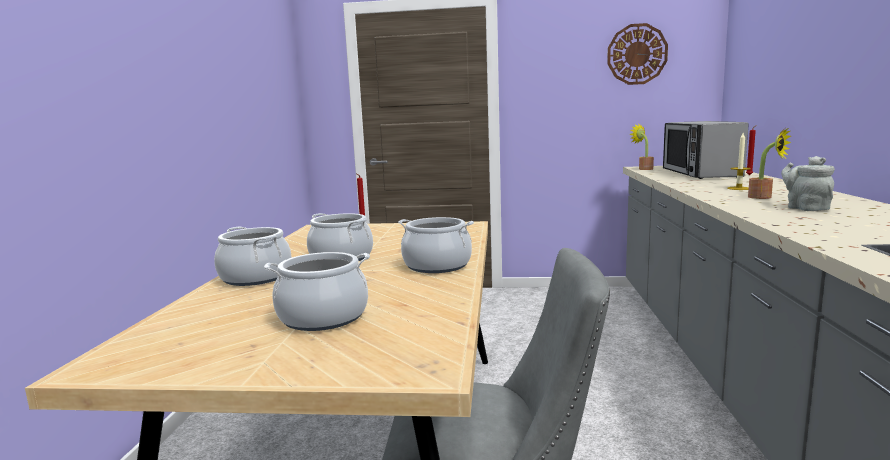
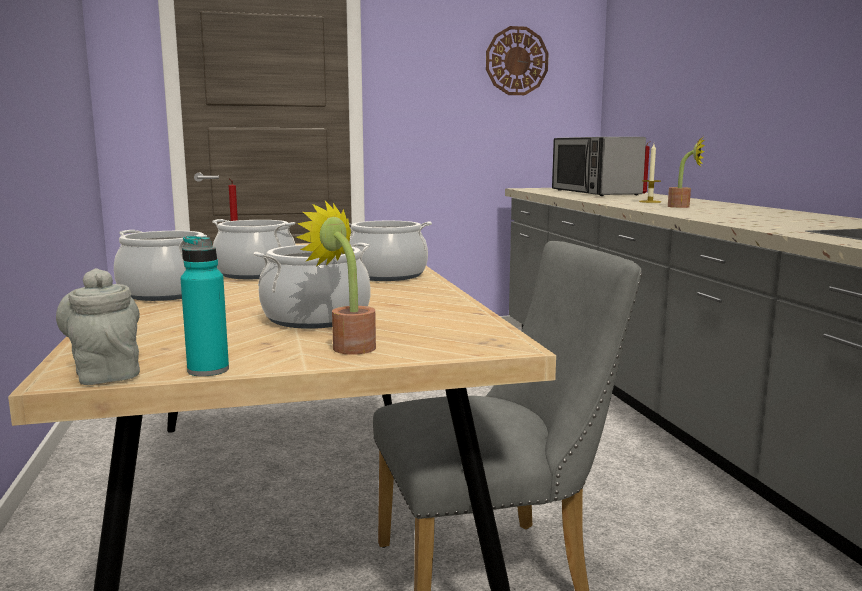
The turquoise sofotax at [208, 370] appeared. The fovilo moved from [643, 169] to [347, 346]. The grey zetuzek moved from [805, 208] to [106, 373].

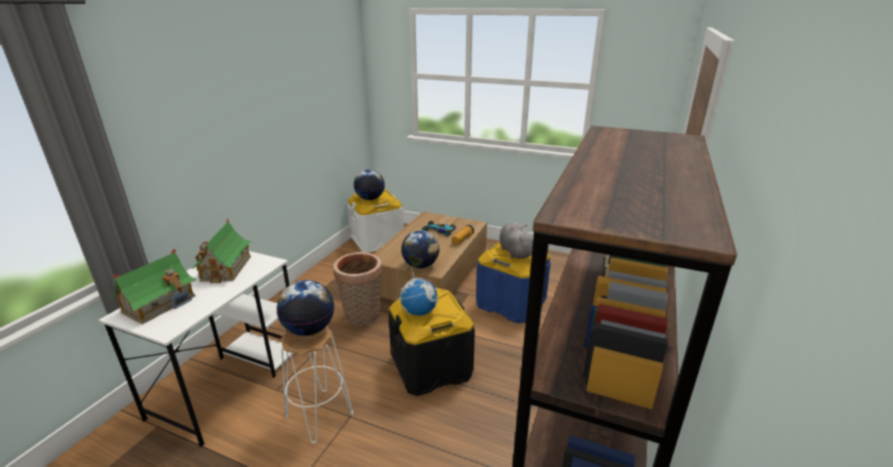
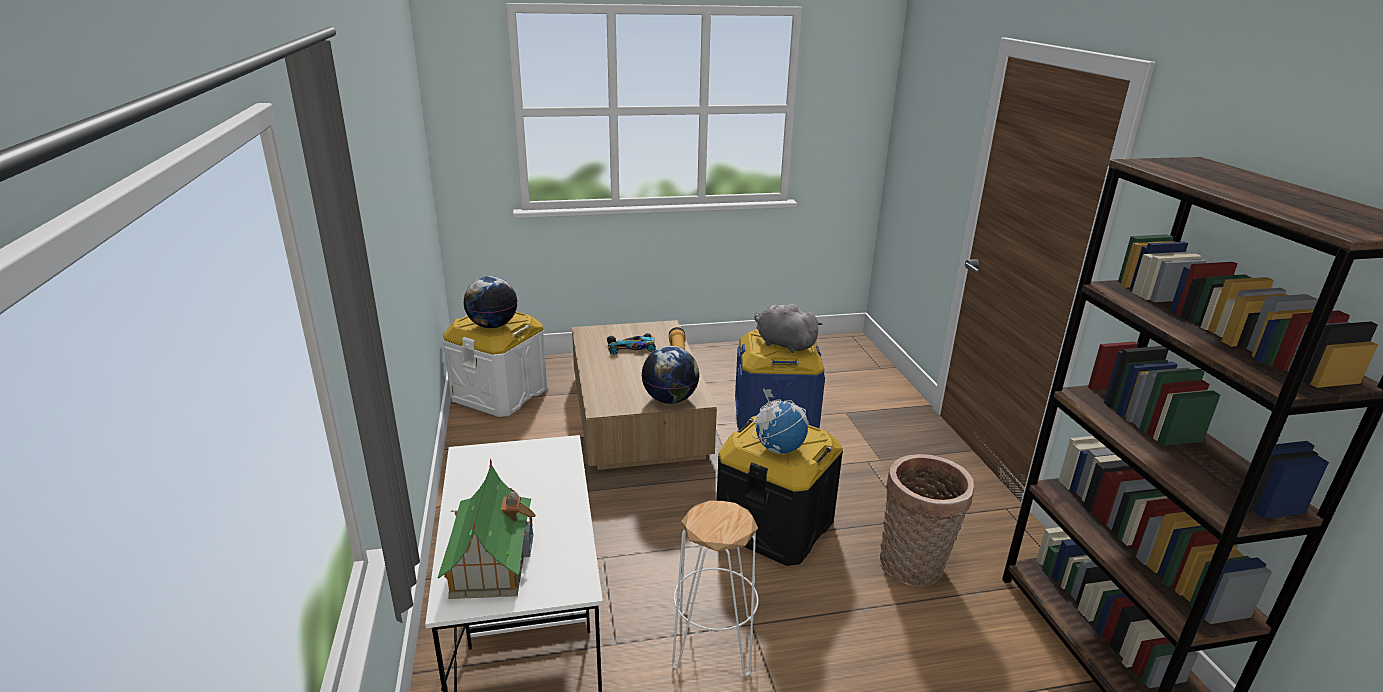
The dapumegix at [226, 268] disappeared. The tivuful at [309, 329] disappeared. The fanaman moved from [362, 317] to [914, 567].

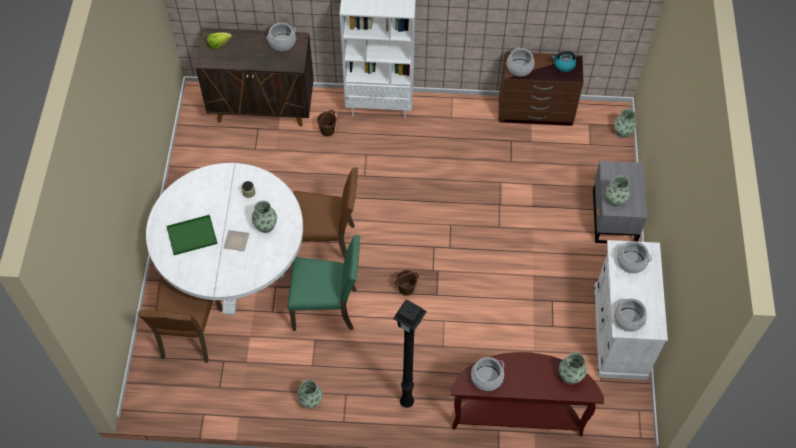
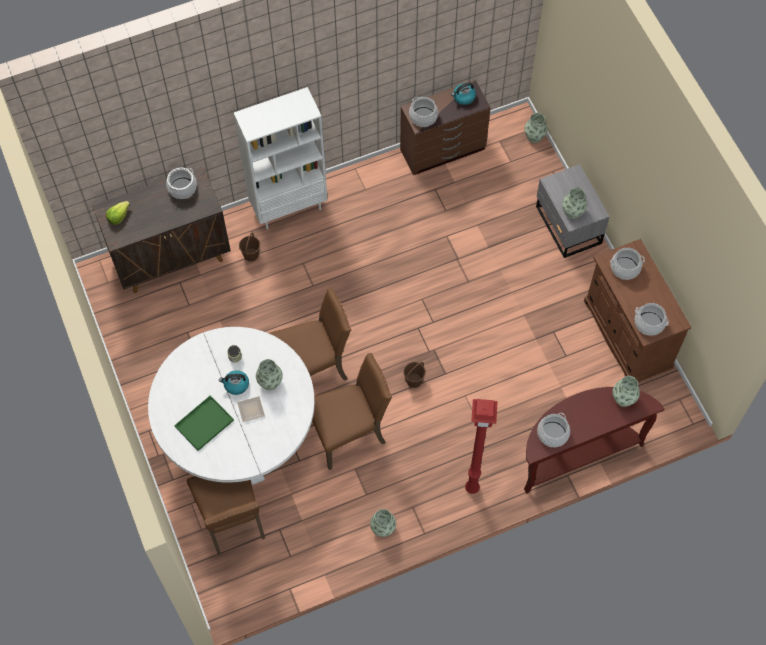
The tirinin at [236, 385] appeared. The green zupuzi at [327, 307] became the brown zupuzi at [349, 433]. The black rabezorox at [407, 403] became the red rabezorox at [473, 489]. The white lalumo at [619, 332] became the brown lalumo at [627, 334].

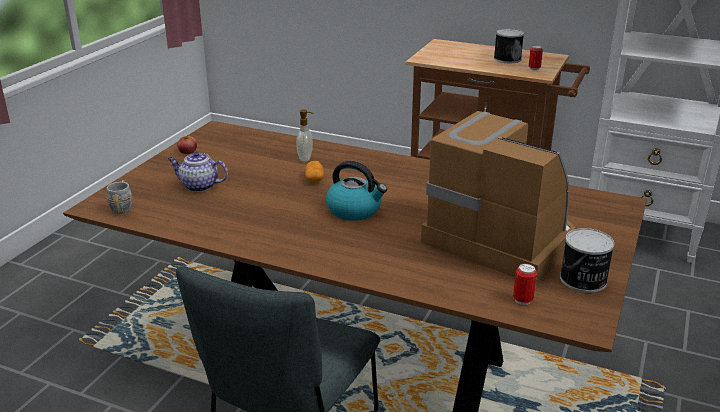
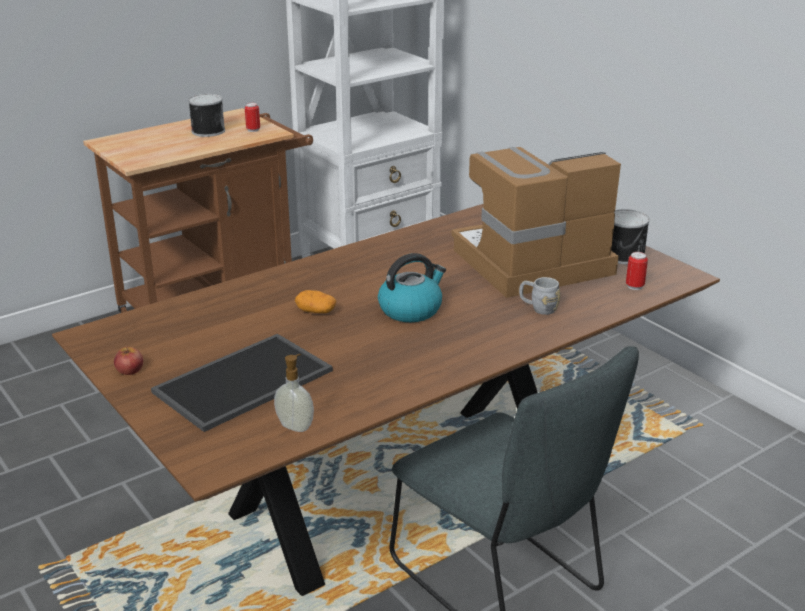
The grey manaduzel moved from [123, 207] to [538, 308]. The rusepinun moved from [306, 158] to [296, 426]. The zetuzek at [198, 186] was replaced by the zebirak at [243, 383].

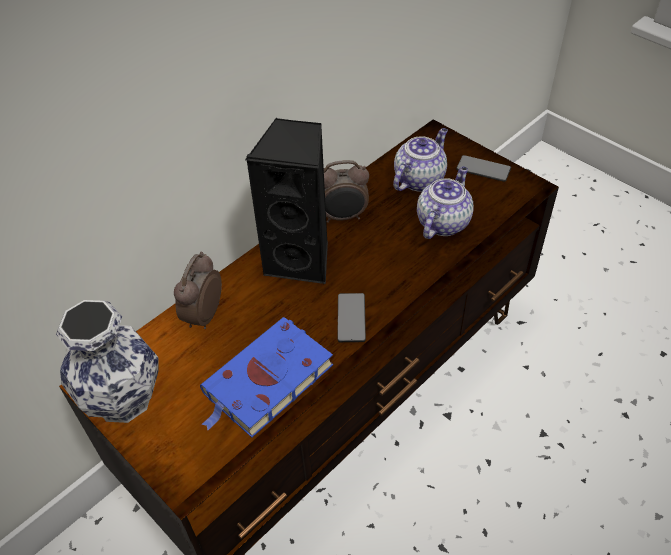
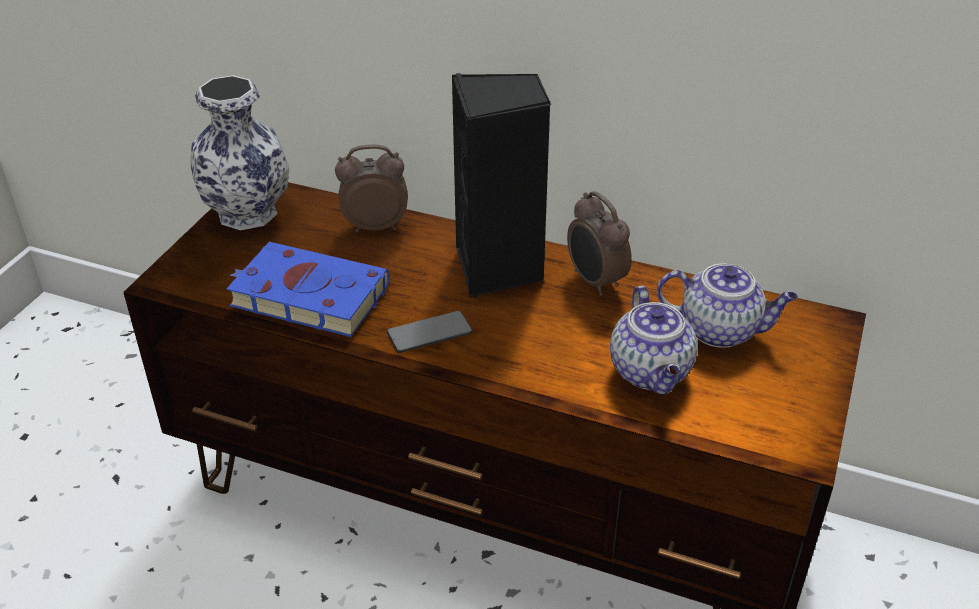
The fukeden at [483, 169] disappeared. The zetuzek at [443, 222] turned 75 degrees clockwise.

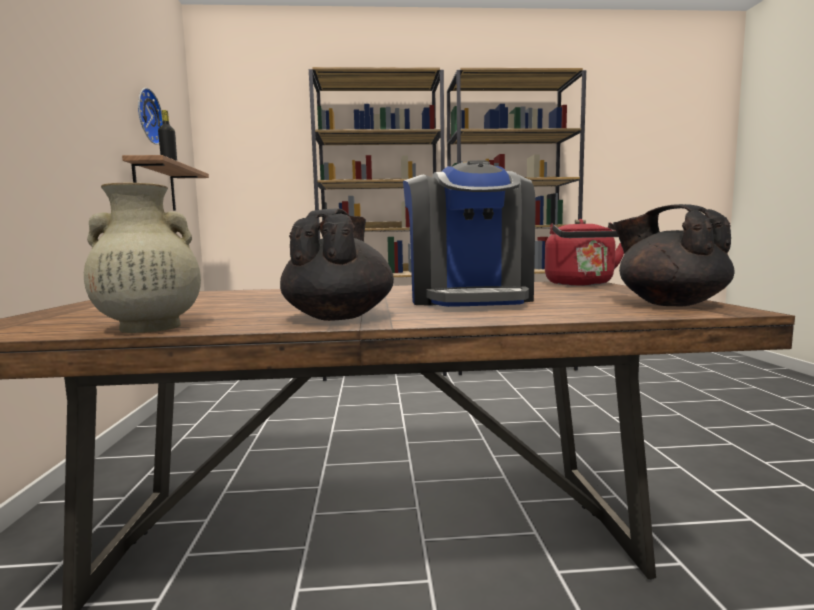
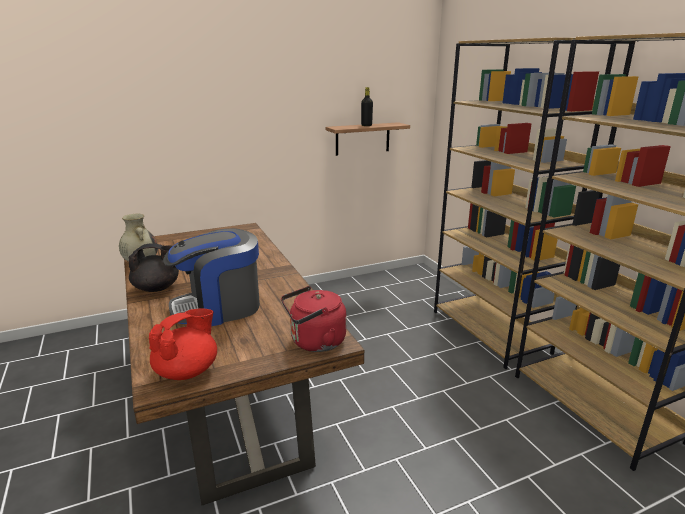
The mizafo at [147, 116] disappeared. The black zetuzek at [669, 303] became the red zetuzek at [188, 371].

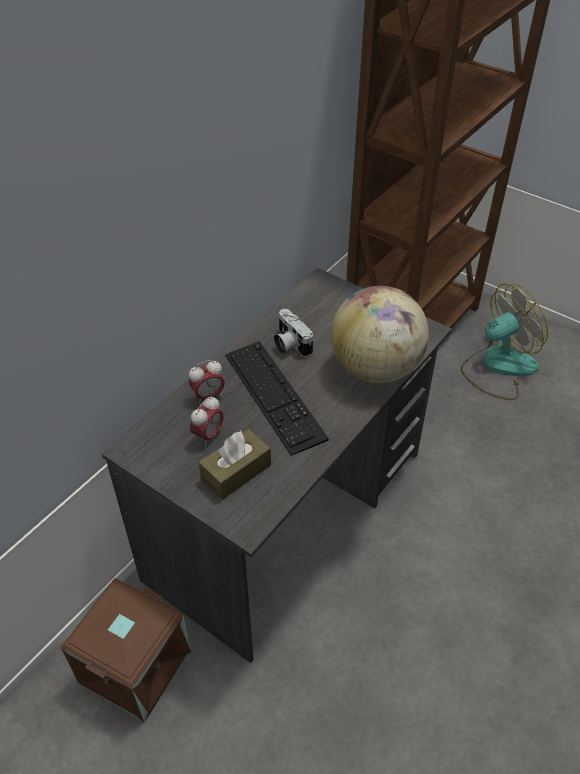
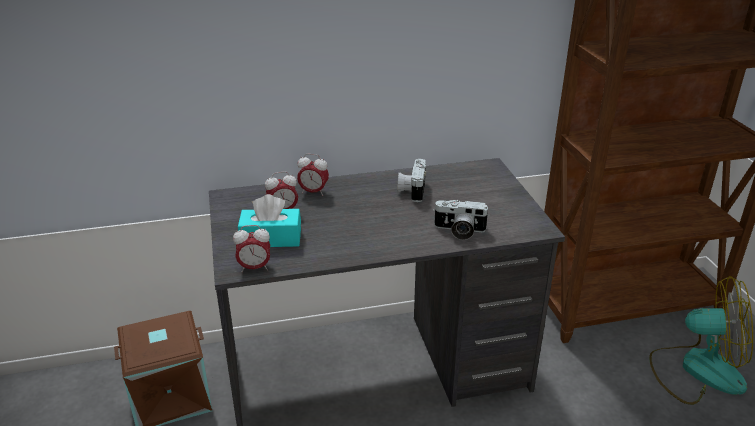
The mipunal at [274, 395] disappeared. The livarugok at [254, 268] appeared. The tivuful at [375, 368] was replaced by the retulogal at [459, 231]. The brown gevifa at [236, 472] became the turquoise gevifa at [271, 238].

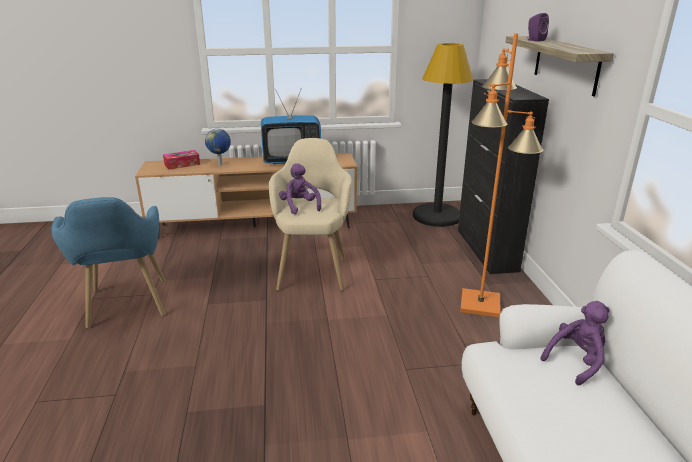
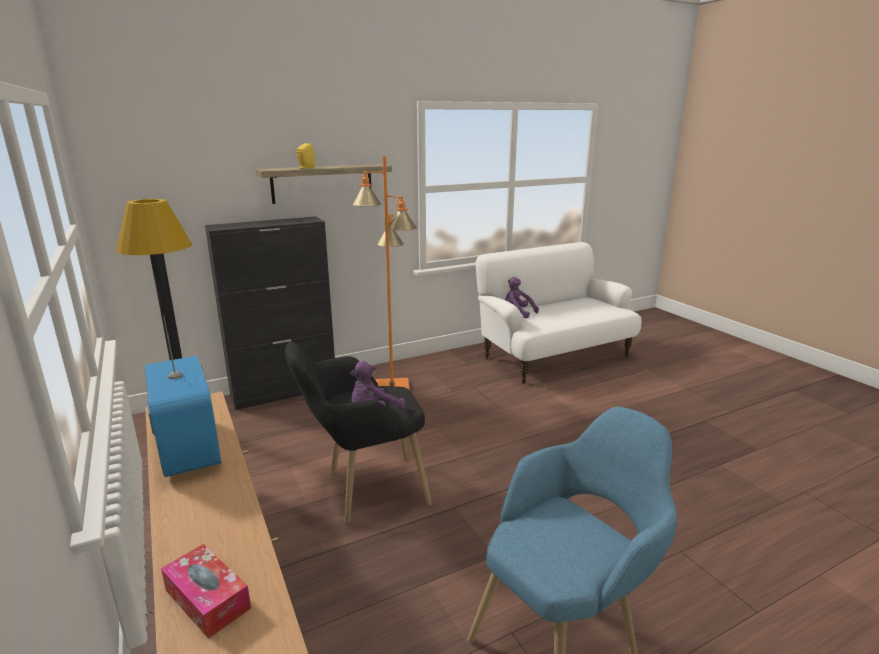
The tivuful at [220, 164] disappeared. The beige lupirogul at [313, 268] became the black lupirogul at [363, 491]. The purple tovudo at [534, 40] became the yellow tovudo at [305, 168].

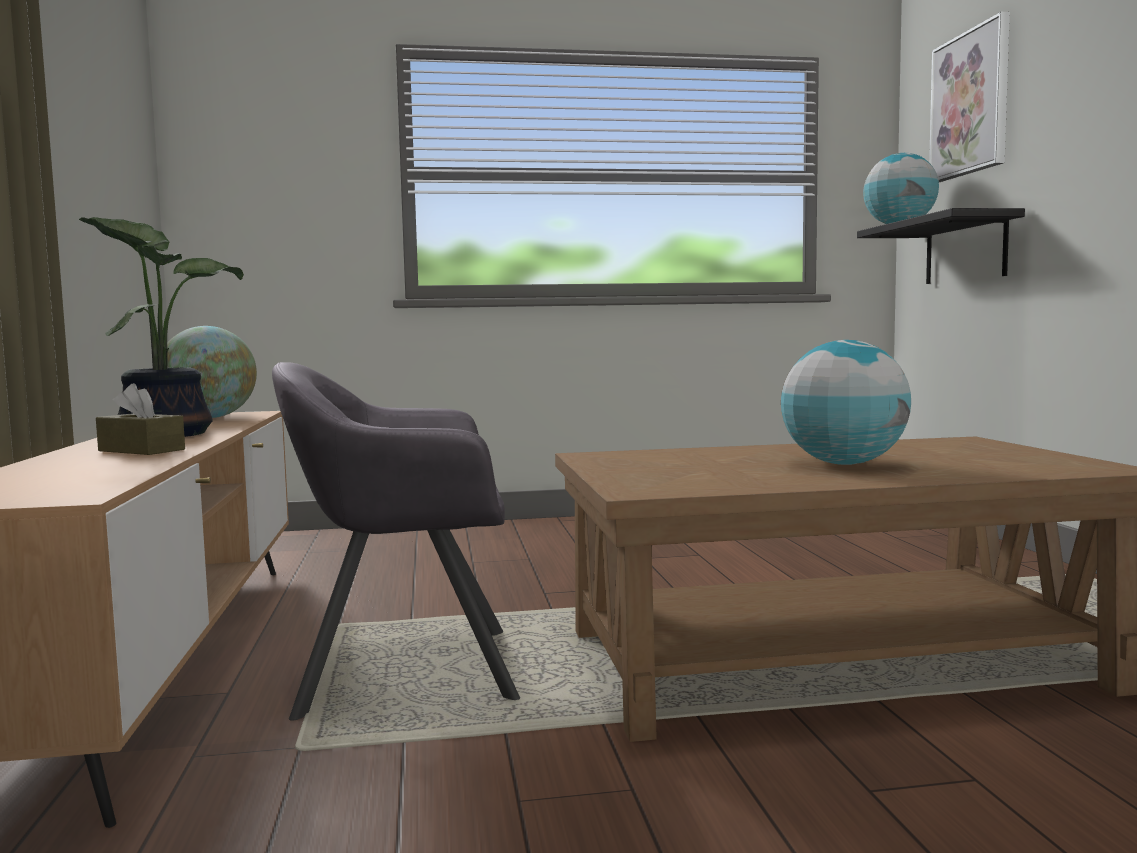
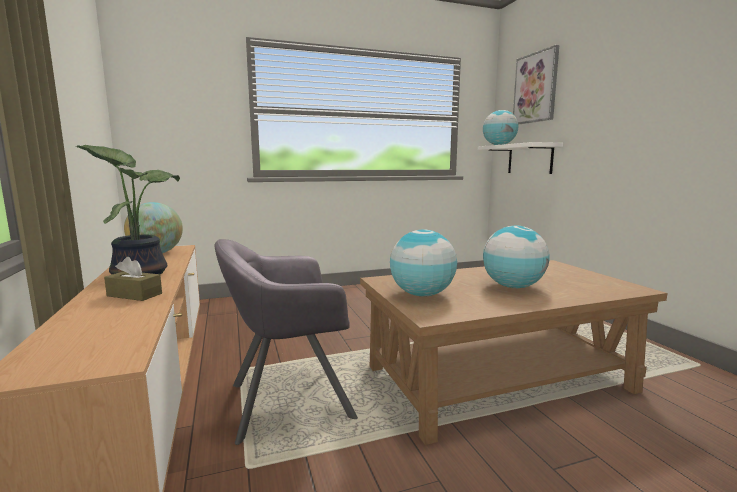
The tivuful at [422, 295] appeared. The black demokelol at [965, 250] became the white demokelol at [530, 159].

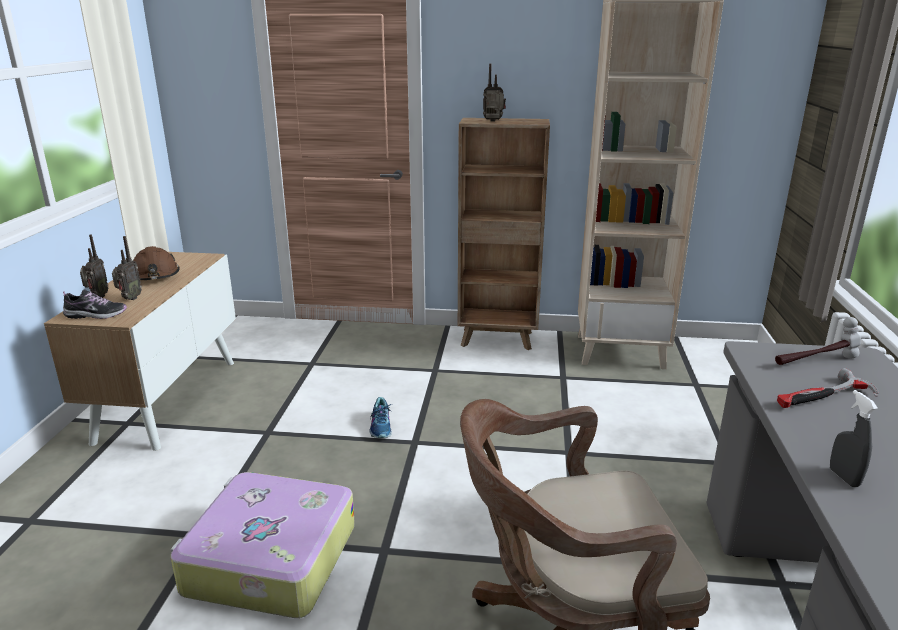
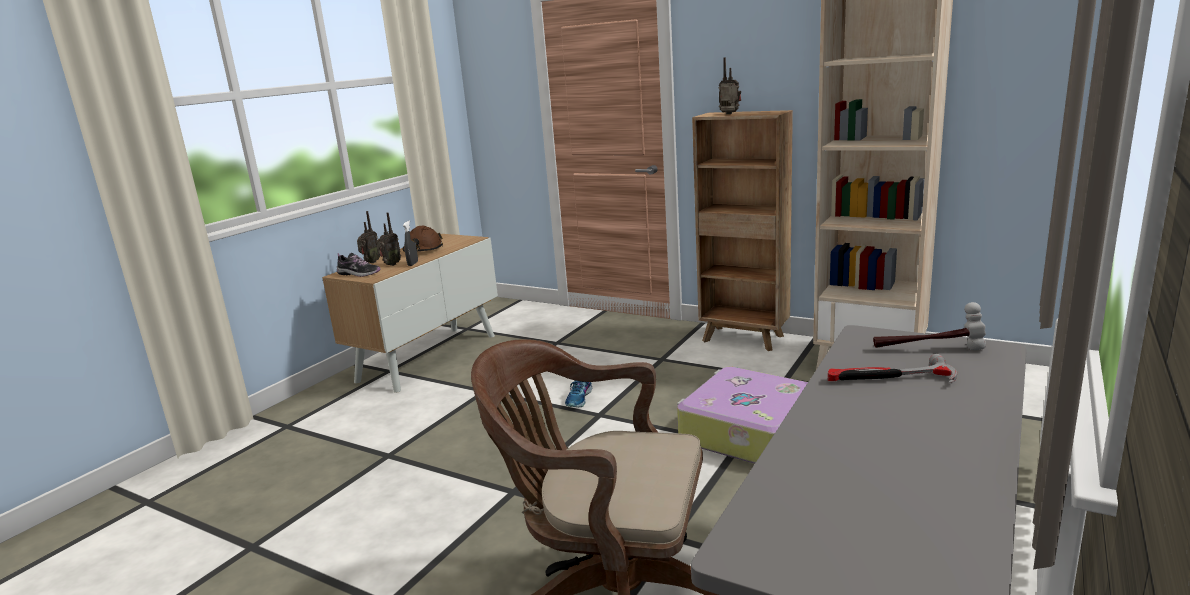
The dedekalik moved from [269, 560] to [747, 432]. The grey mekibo moved from [844, 477] to [413, 264].

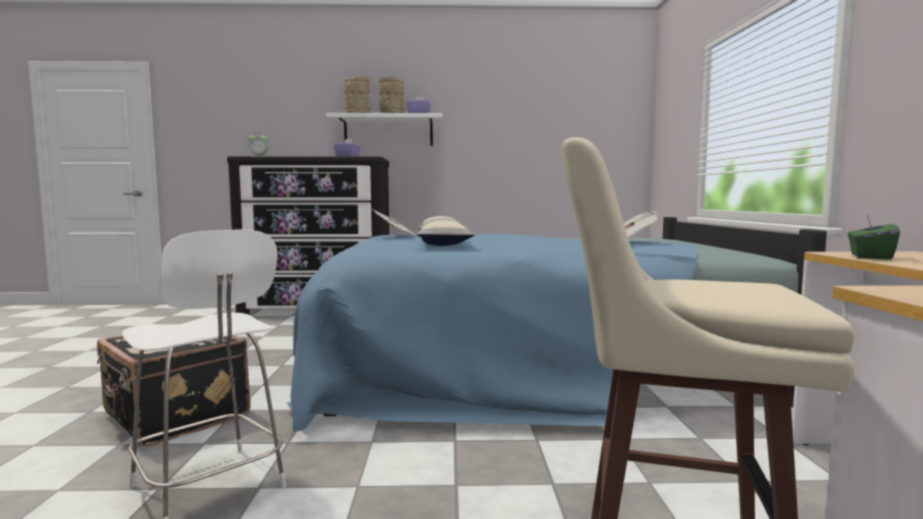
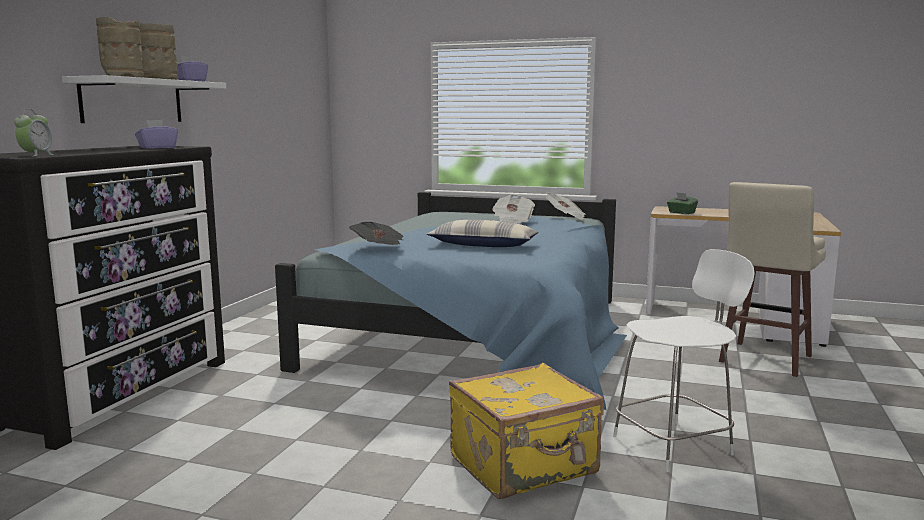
The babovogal at [565, 217] appeared. The black dedekalik at [174, 417] became the yellow dedekalik at [525, 466].

